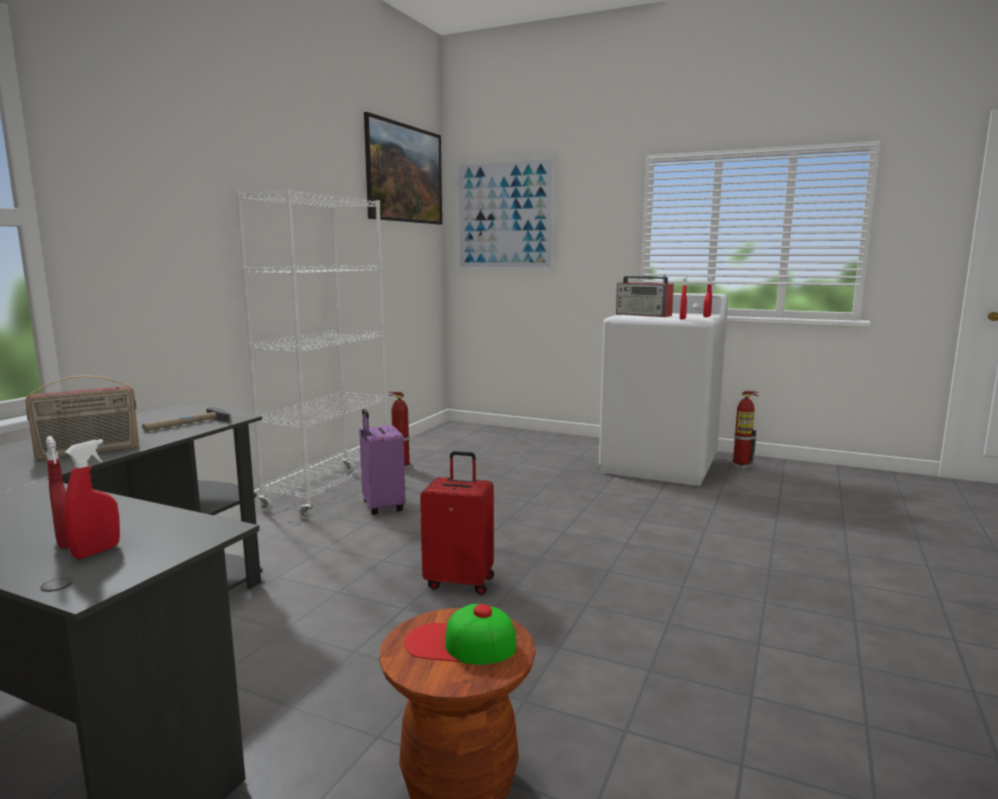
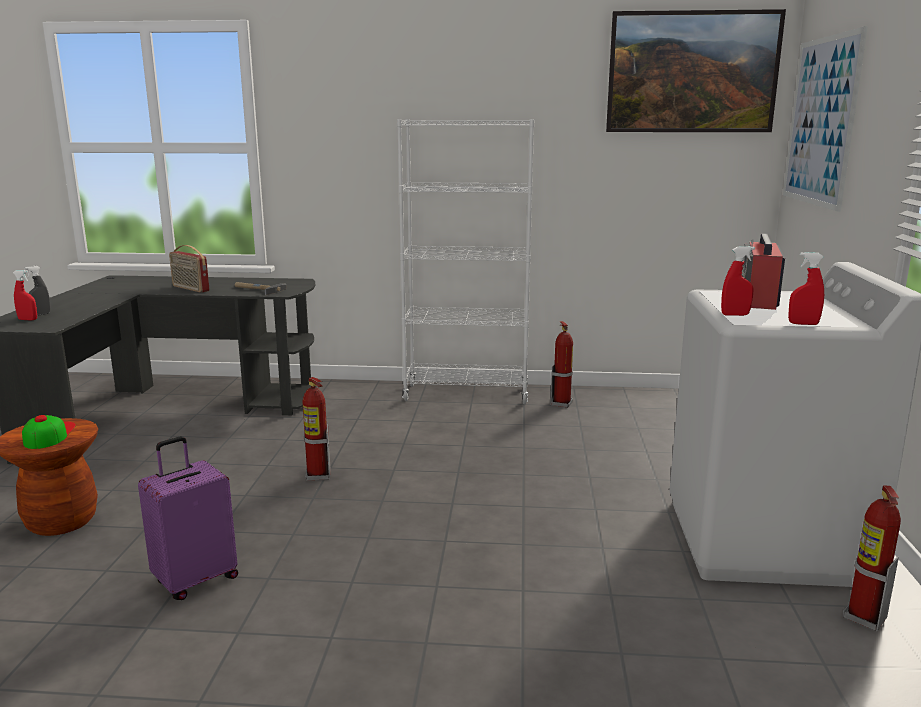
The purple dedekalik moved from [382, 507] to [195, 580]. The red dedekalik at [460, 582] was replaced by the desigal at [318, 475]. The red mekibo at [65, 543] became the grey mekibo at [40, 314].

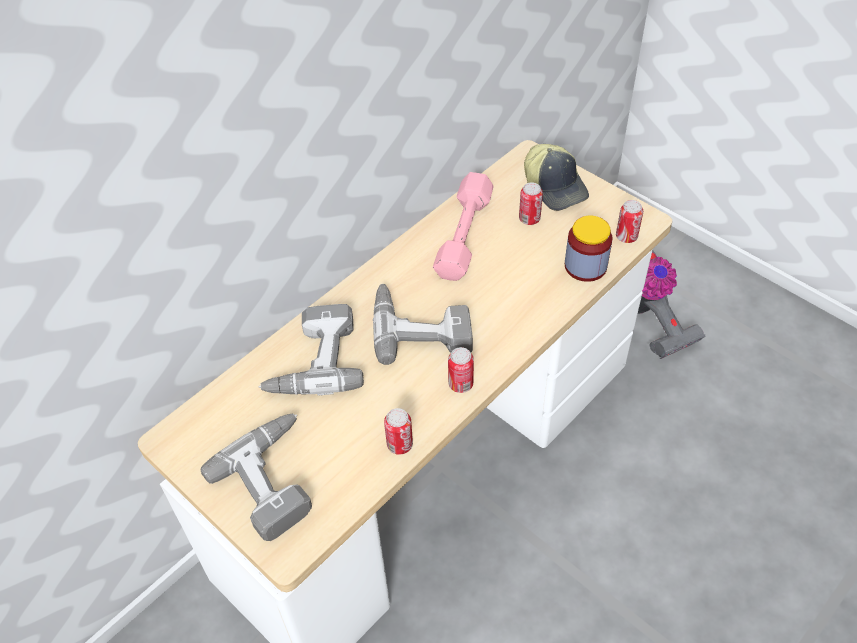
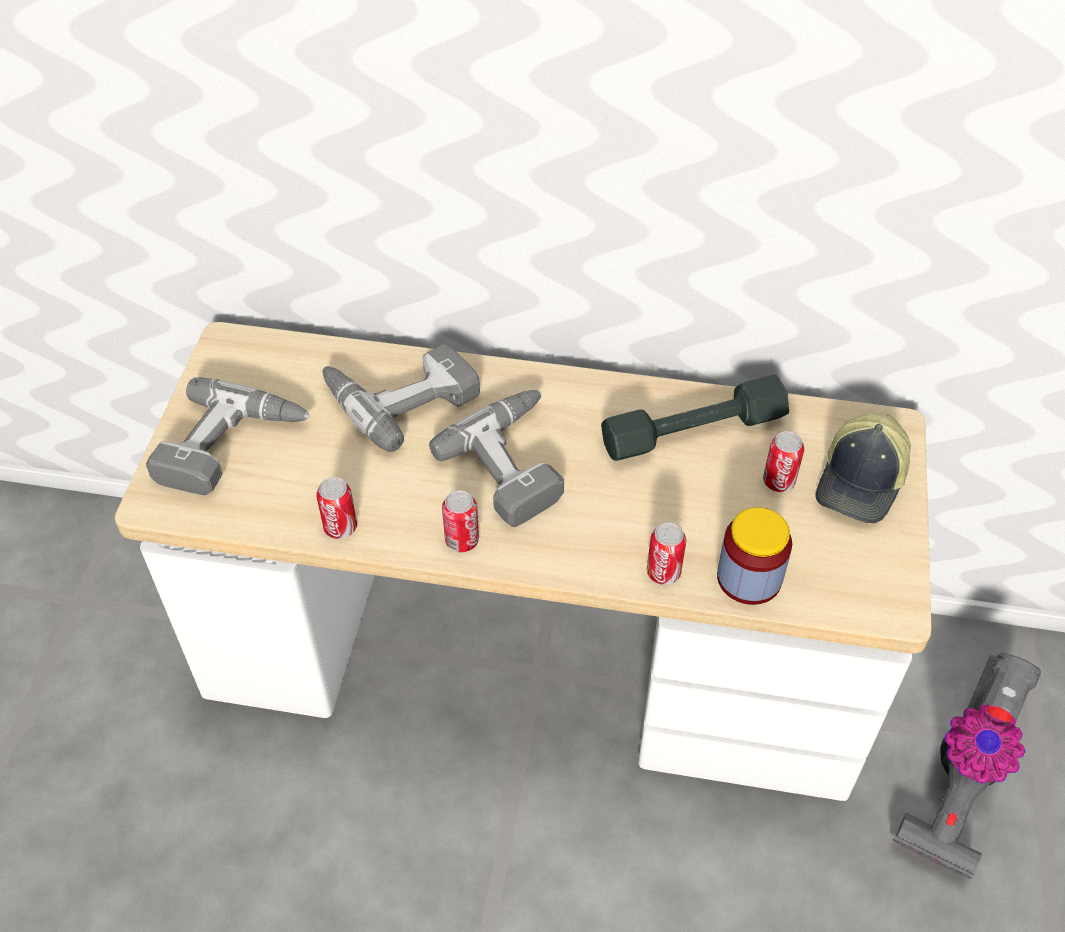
The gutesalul moved from [626, 237] to [663, 572]. The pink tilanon at [464, 235] became the grey tilanon at [693, 431].

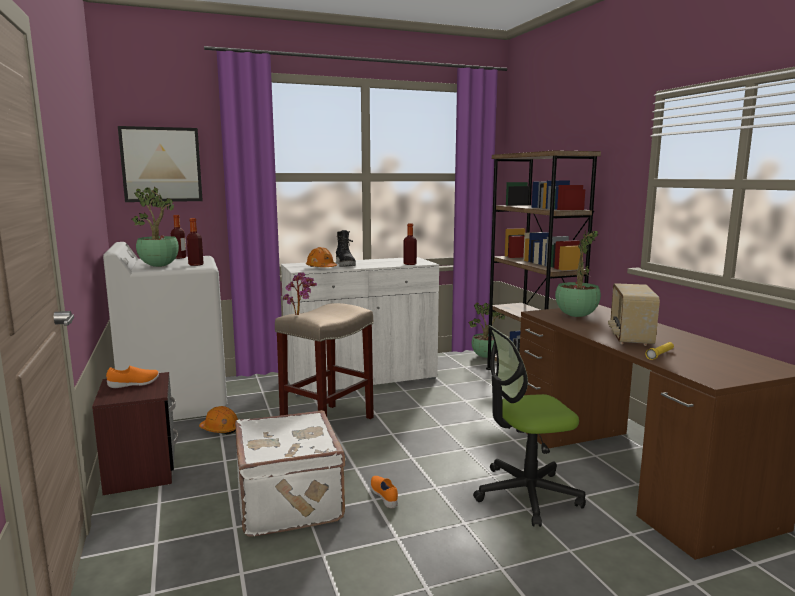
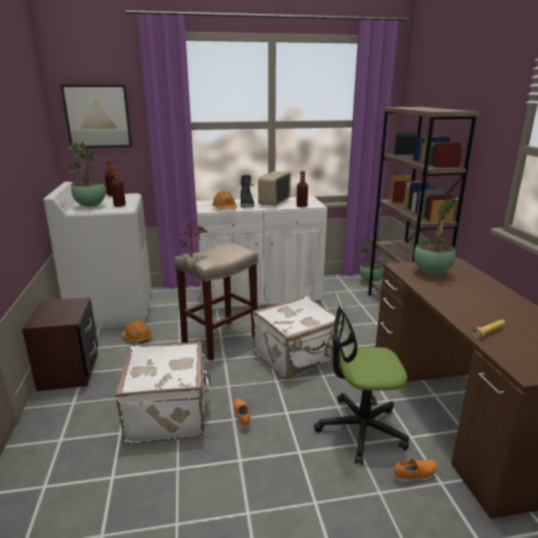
The white dedekalik at [297, 357] appeared. The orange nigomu moved from [134, 384] to [415, 476]. The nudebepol moved from [629, 337] to [274, 202].

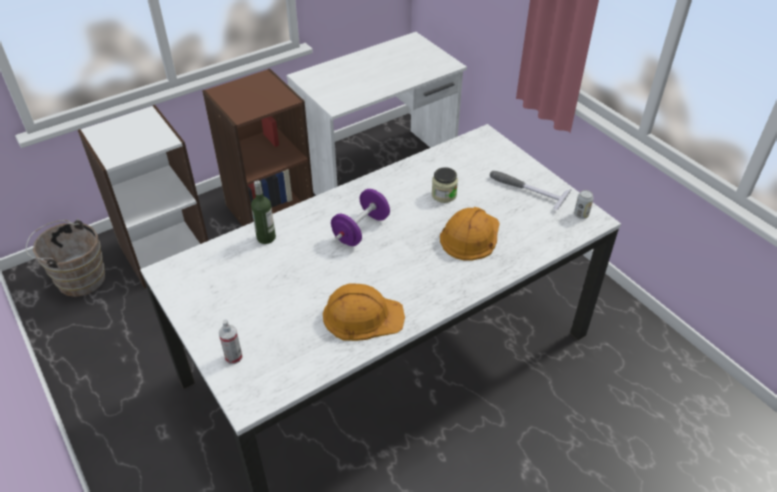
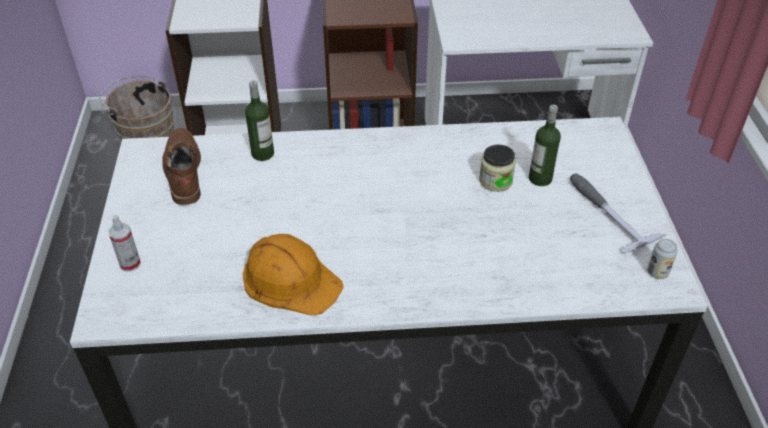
The purple tilanon at [361, 230] disappeared. The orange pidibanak at [470, 235] disappeared. The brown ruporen at [183, 172] appeared. The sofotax at [540, 178] appeared.

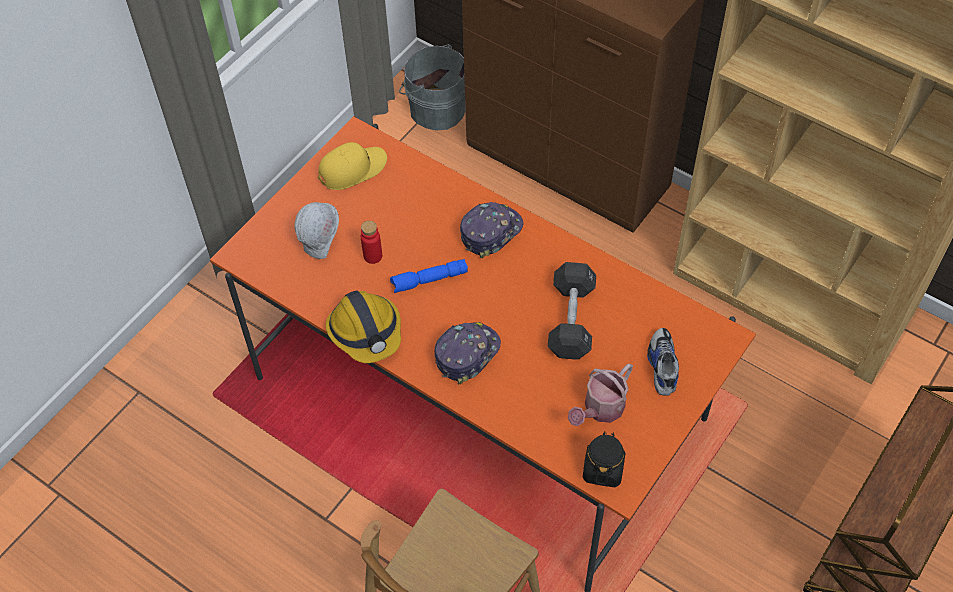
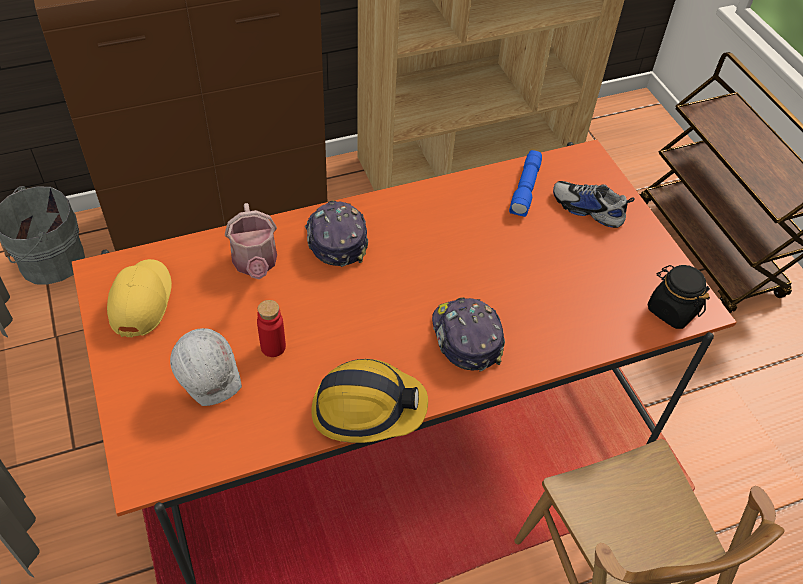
The black tilanon at [571, 320] disappeared. The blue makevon moved from [429, 280] to [526, 190]. The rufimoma moved from [600, 409] to [255, 264].

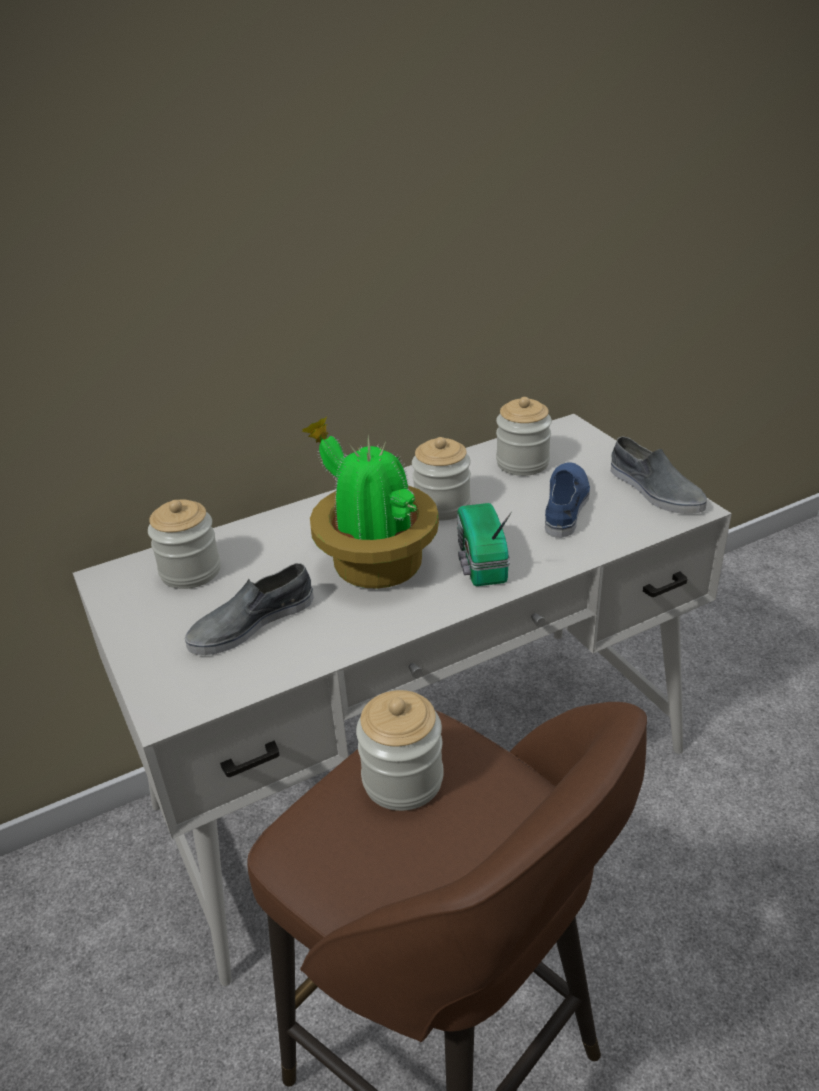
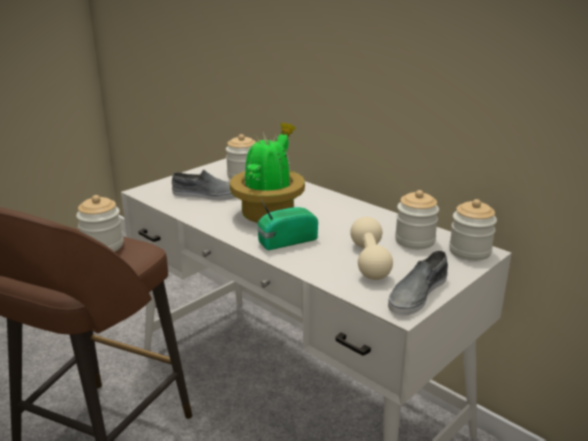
The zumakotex moved from [442, 506] to [469, 251]. The blue nigomu at [566, 505] was replaced by the beige tilanon at [369, 261]. The grey nigomu at [251, 622] turned 150 degrees clockwise.

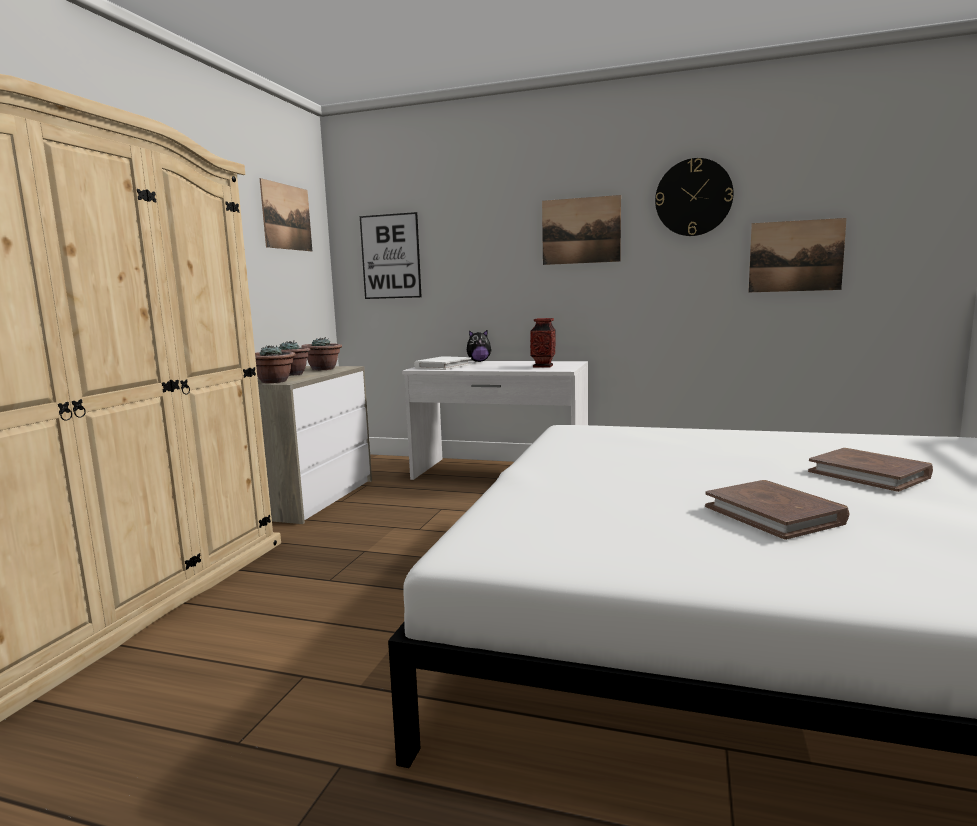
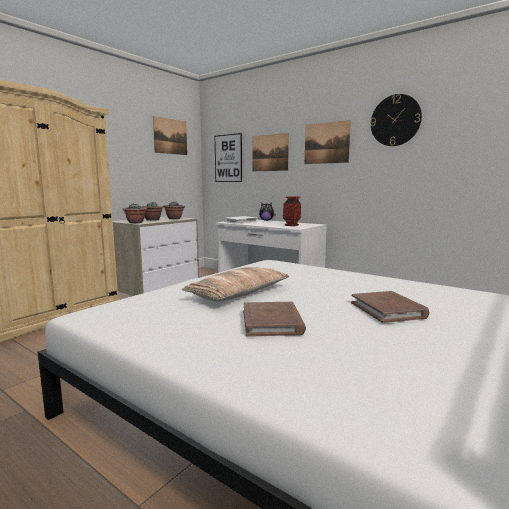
The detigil at [239, 294] appeared. The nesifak moved from [795, 256] to [270, 153].

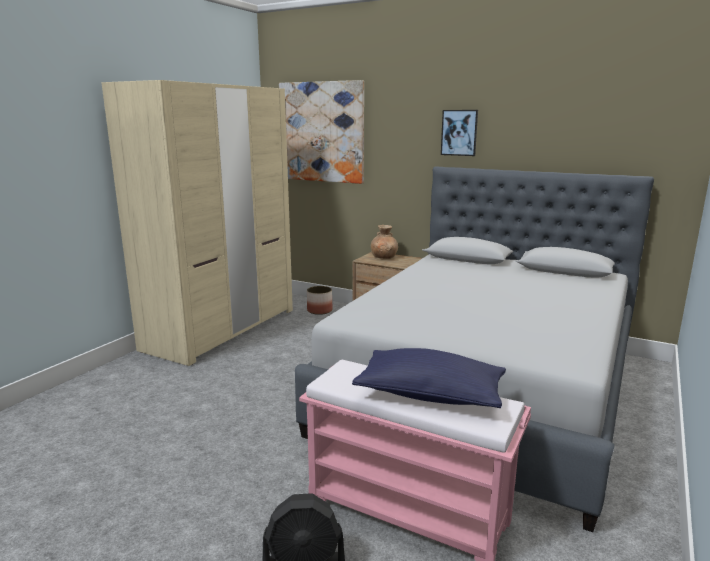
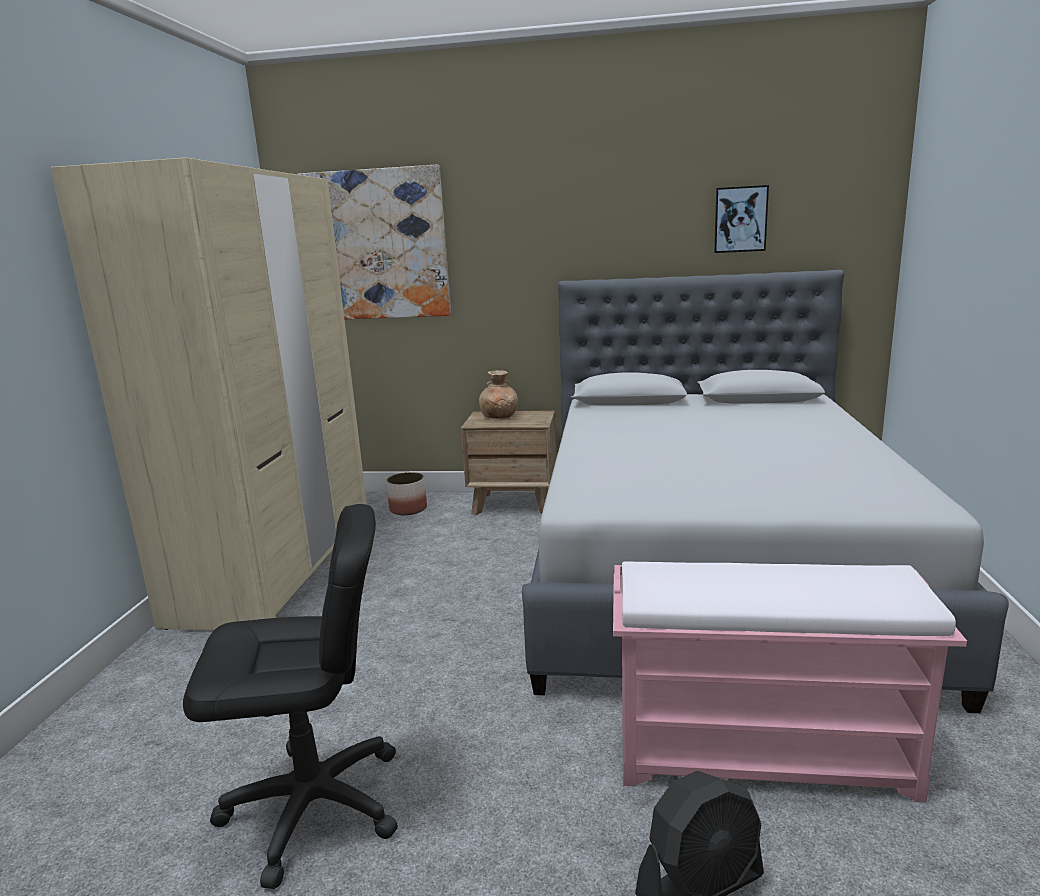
The blue detigil at [430, 395] disappeared. The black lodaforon at [314, 806] appeared. The nesifak moved from [459, 132] to [740, 219].

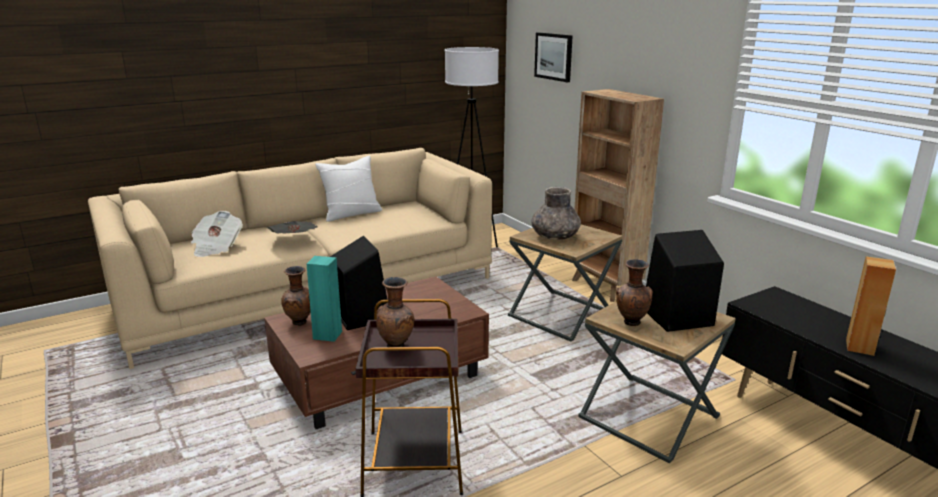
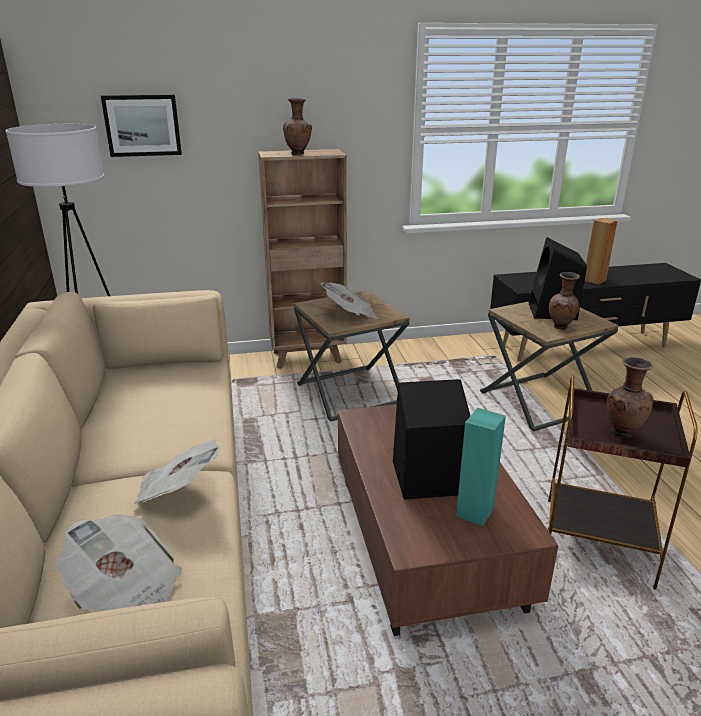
The white detigil at [351, 214] disappeared. The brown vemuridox moved from [300, 323] to [298, 154]. The grey vemuridox at [555, 237] was replaced by the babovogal at [350, 314].

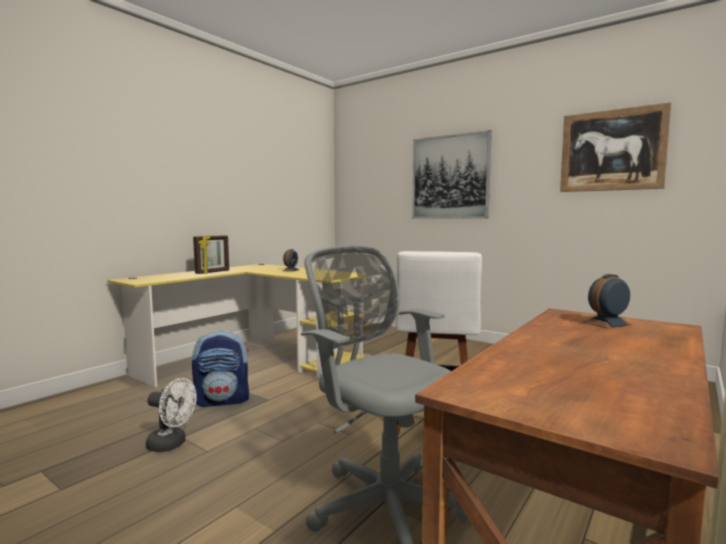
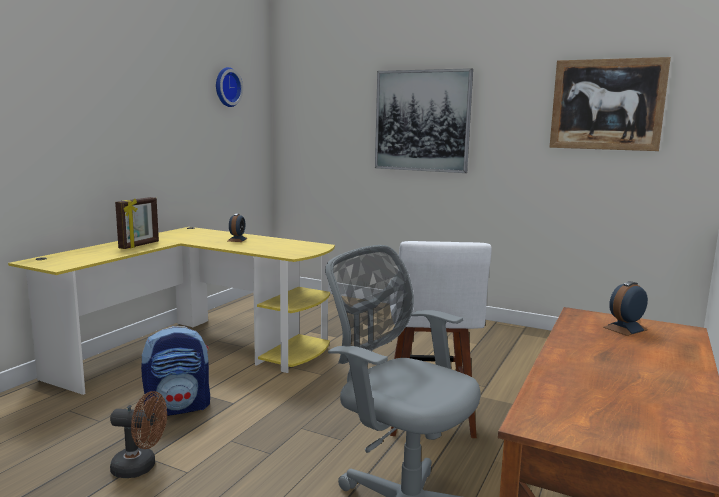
The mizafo at [226, 87] appeared. The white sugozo at [172, 444] became the brown sugozo at [140, 467].

